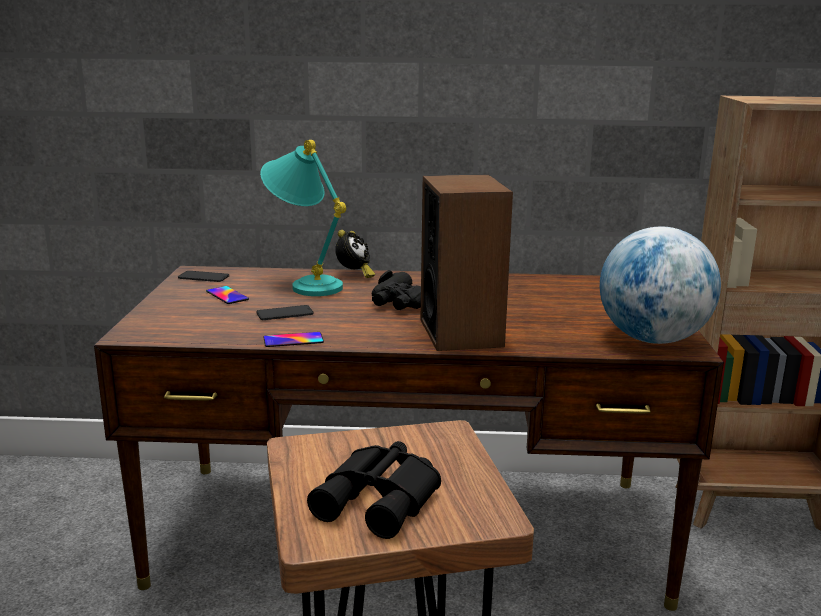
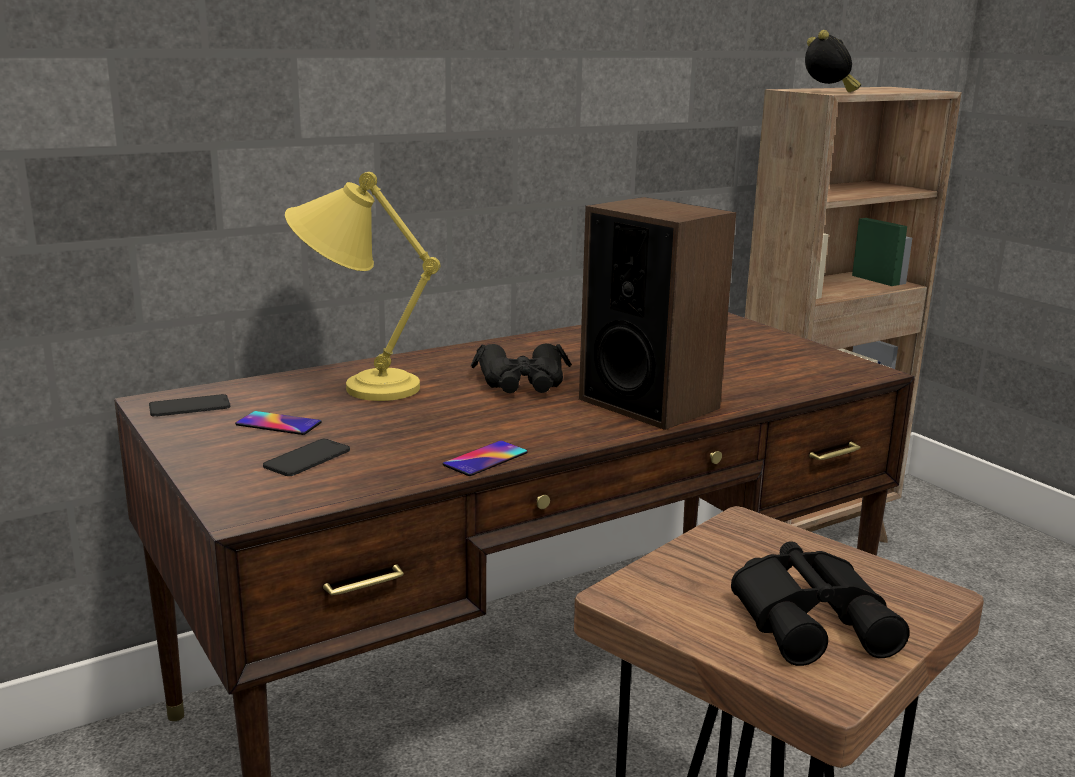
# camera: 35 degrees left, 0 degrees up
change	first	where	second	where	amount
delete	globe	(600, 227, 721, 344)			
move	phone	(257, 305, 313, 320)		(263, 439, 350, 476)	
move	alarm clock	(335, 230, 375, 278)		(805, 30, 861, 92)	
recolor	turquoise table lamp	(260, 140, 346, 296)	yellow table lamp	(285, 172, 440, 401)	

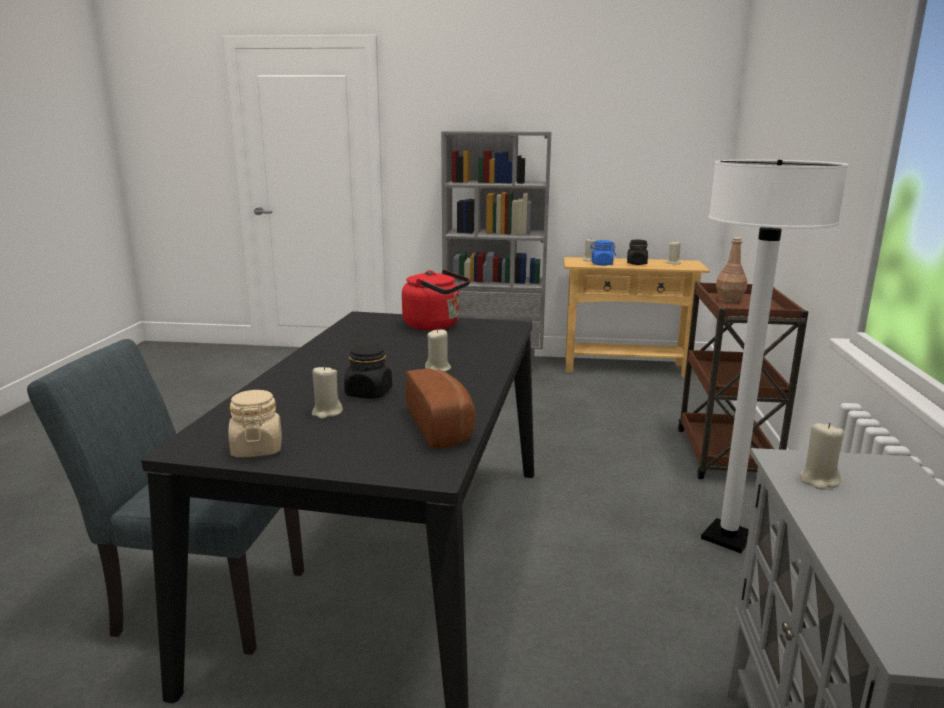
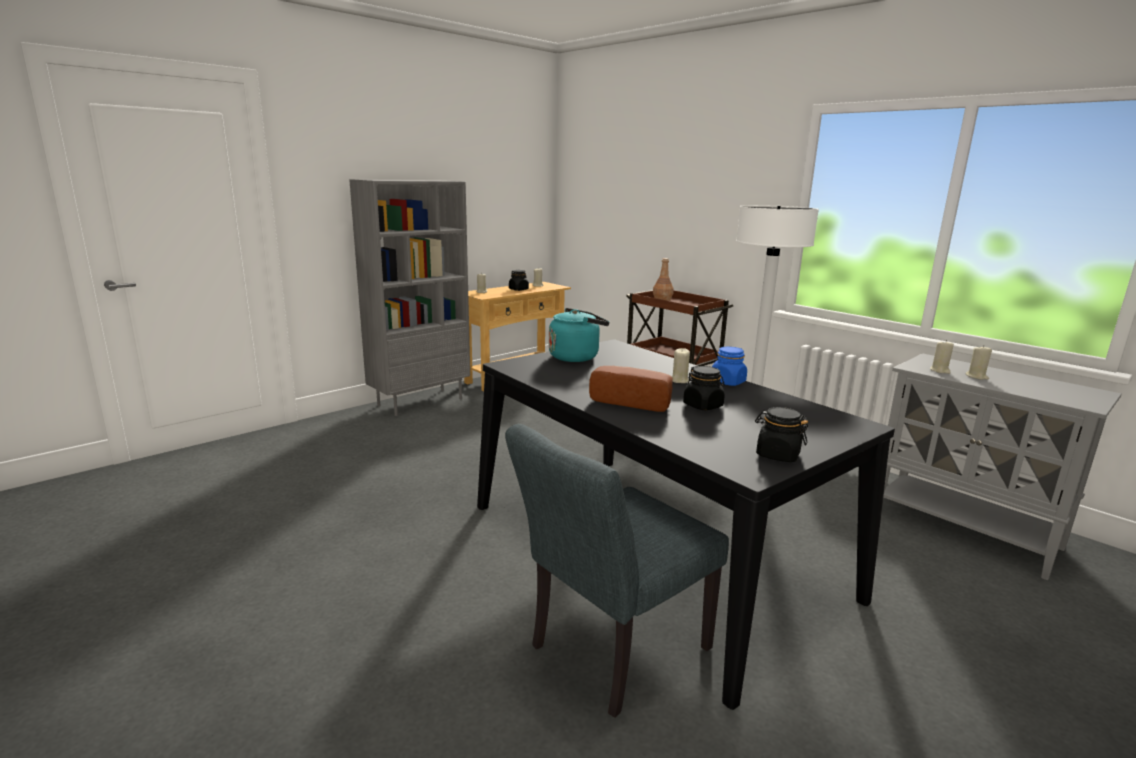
# camera: 50 degrees left, 0 degrees up
change	first	where	second	where	amount
move	beige candle	(312, 366, 343, 419)		(965, 346, 992, 380)	
move	bread	(406, 368, 476, 449)		(589, 366, 673, 412)	
move	blue jar	(590, 240, 616, 266)		(712, 347, 747, 386)	
recolor	beige jar	(228, 390, 282, 457)	black jar	(755, 407, 808, 462)	
recolor	red kettle	(402, 270, 470, 330)	turquoise kettle	(549, 308, 609, 362)	

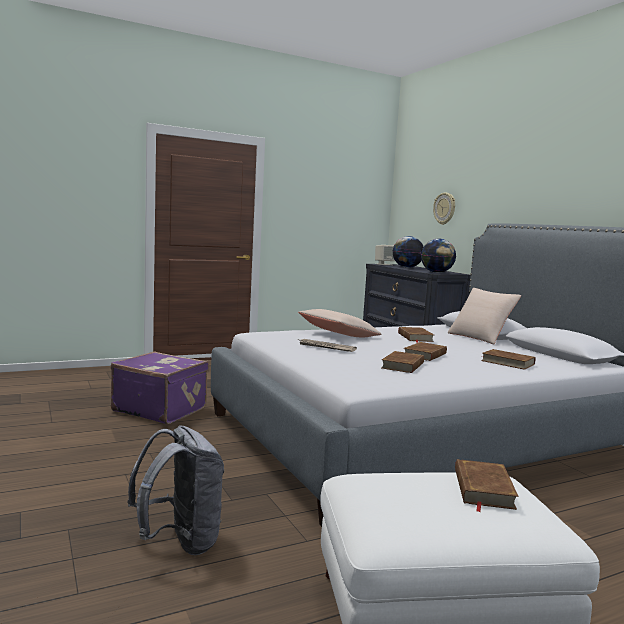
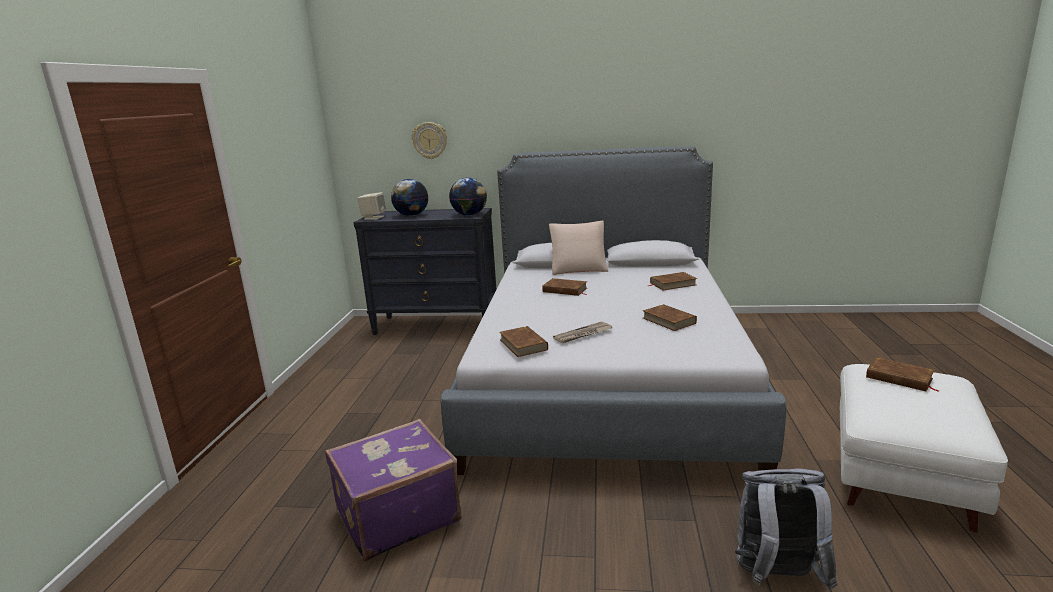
# camera: 55 degrees left, 10 degrees up
change	first	where	second	where	amount
delete	beige pillow	(298, 309, 381, 337)			
move	brown book	(404, 342, 447, 361)		(499, 326, 548, 357)	

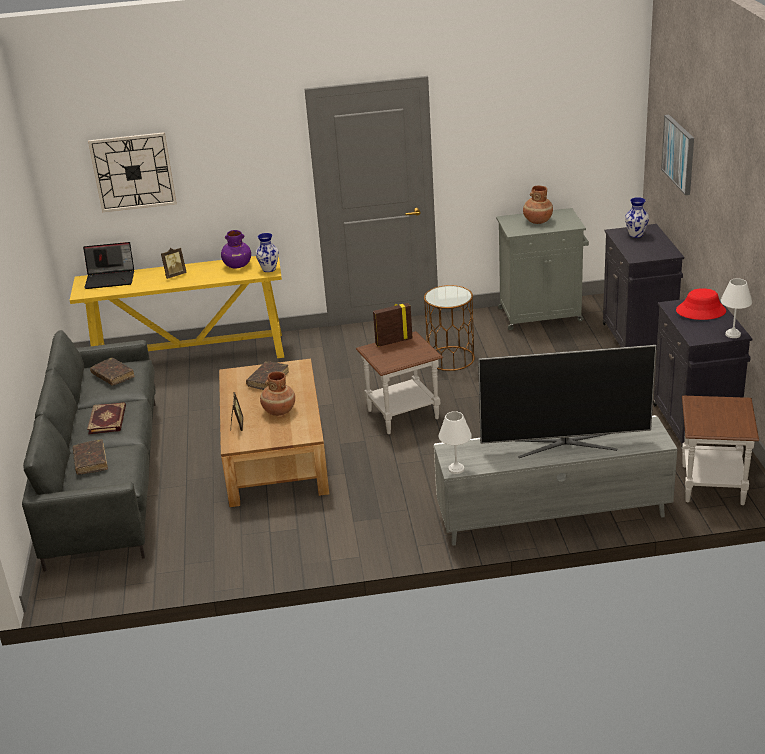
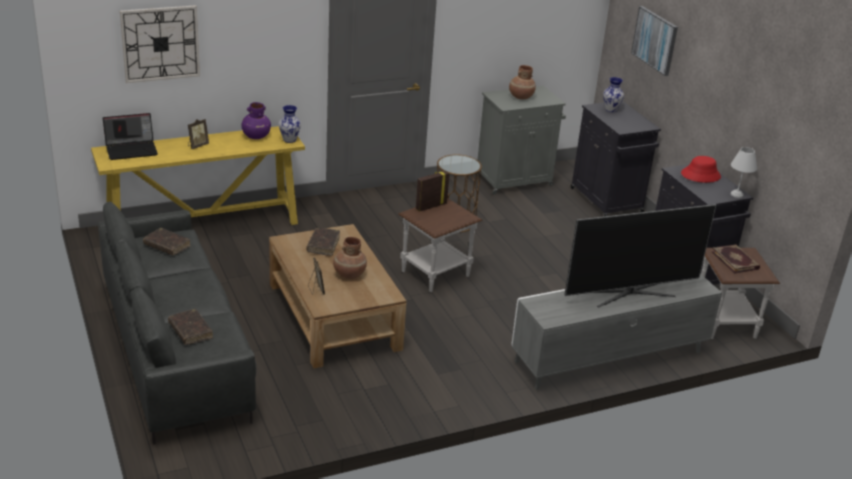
# camera: 20 degrees left, 0 degrees up
change	first	where	second	where	amount
delete	white table lamp	(438, 411, 472, 474)			
move	book	(87, 402, 126, 434)		(712, 244, 760, 274)	

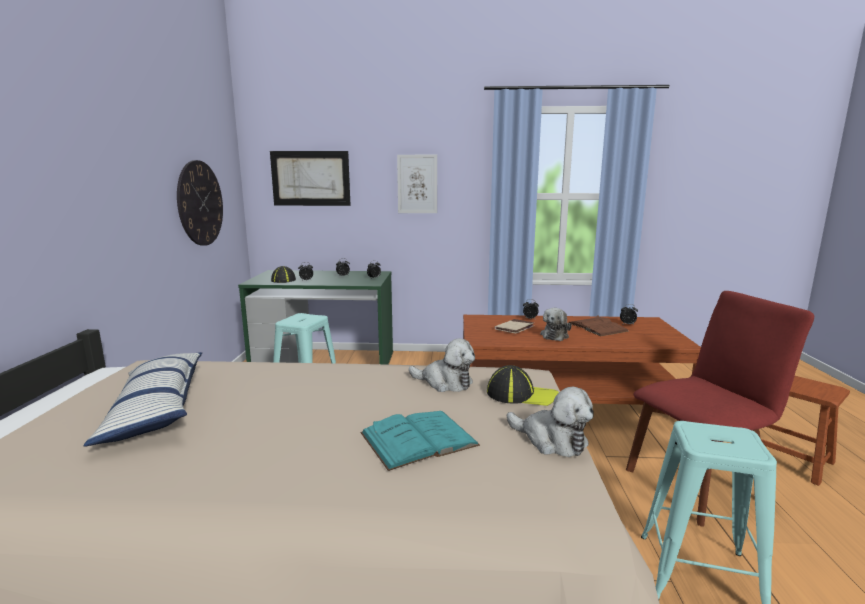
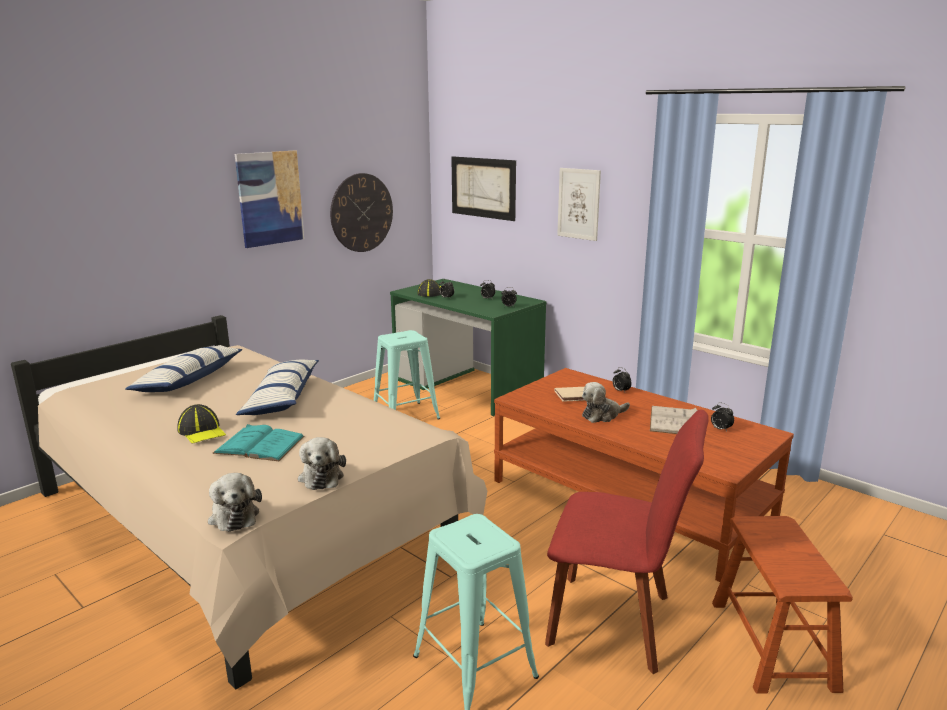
# camera: 40 degrees right, 5 degrees up
change	first	where	second	where	amount
insert			picture	(235, 151, 304, 248)	
insert			pillow	(236, 360, 319, 415)	
move	plush toy	(409, 338, 475, 392)		(208, 473, 262, 532)	
move	cap	(487, 365, 559, 406)		(177, 404, 226, 444)	
recolor	brown book	(569, 316, 628, 336)	white book	(650, 406, 697, 434)	

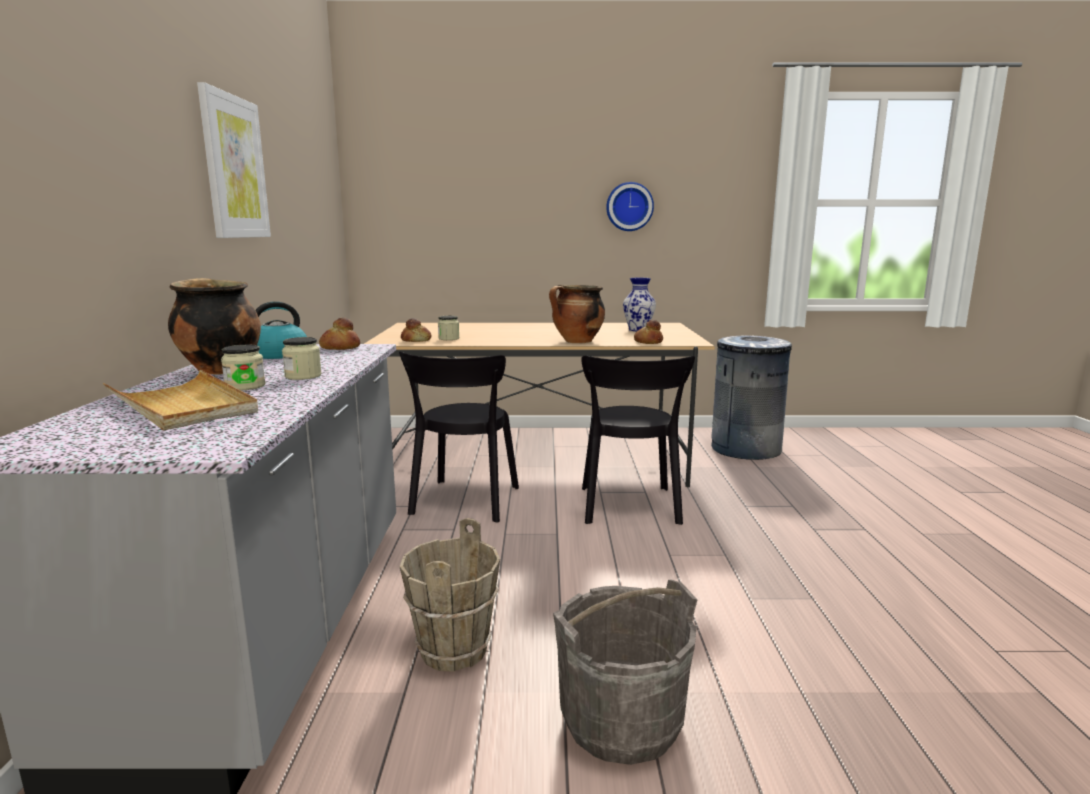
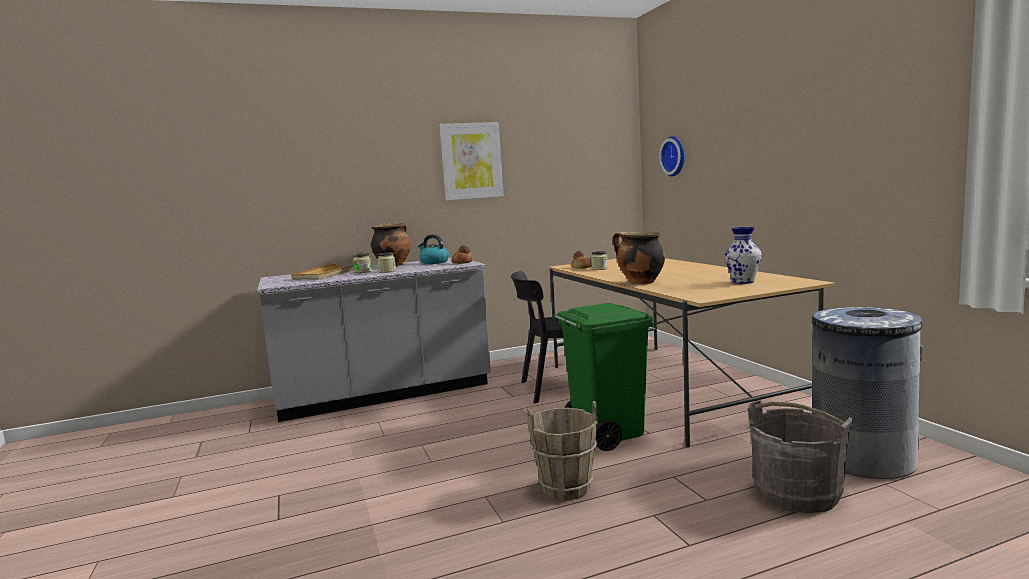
# camera: 70 degrees right, 5 degrees down
change	first	where	second	where	amount
delete	bread	(634, 320, 663, 344)			
move	brown bucket	(400, 518, 500, 672)		(527, 401, 598, 501)	
move	grey bucket	(553, 580, 697, 765)		(748, 400, 853, 513)	
move	wall clock	(606, 182, 654, 231)		(659, 136, 685, 176)	
replace	black chair	(581, 355, 695, 525)	green trash can	(553, 303, 654, 451)	

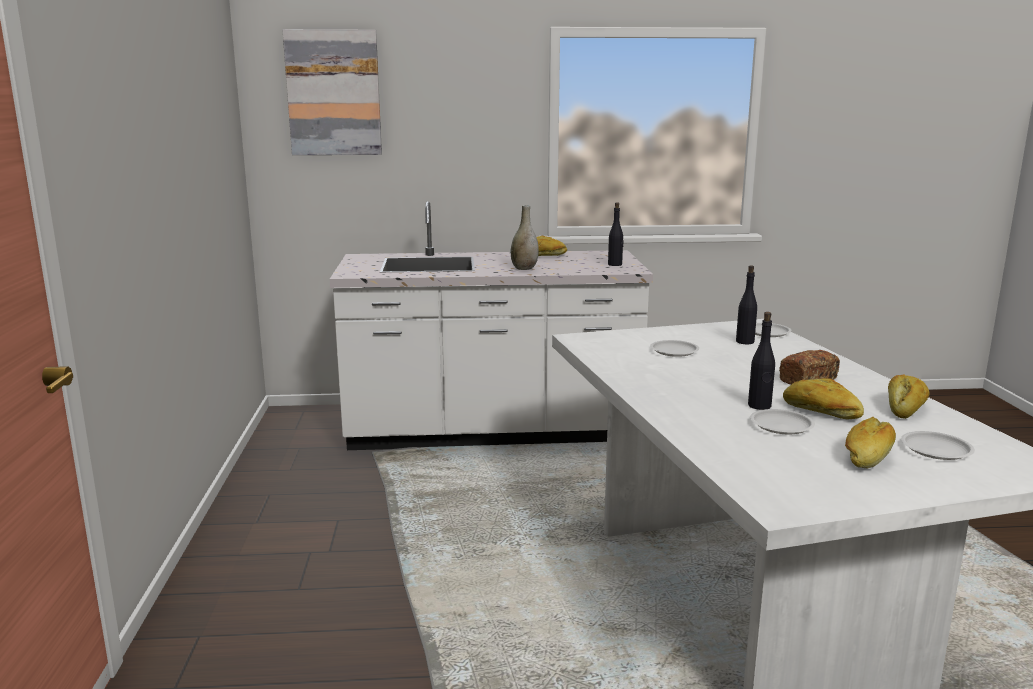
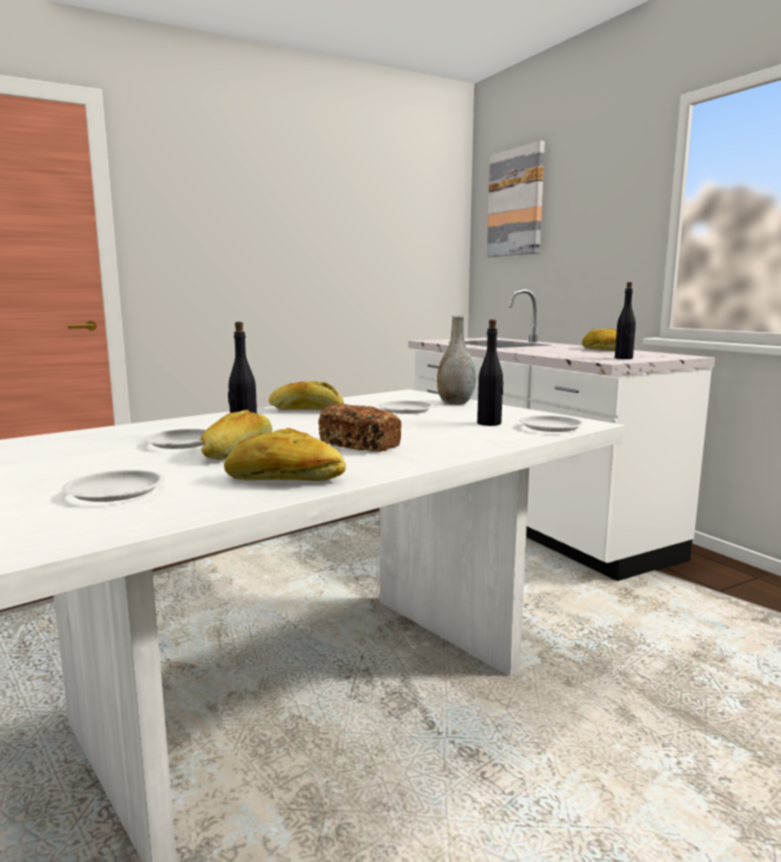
# camera: 65 degrees right, 5 degrees down
change	first	where	second	where	amount
move	grey vase	(511, 205, 539, 270)		(437, 316, 475, 405)	
move	bread	(845, 416, 896, 468)		(269, 381, 344, 411)	

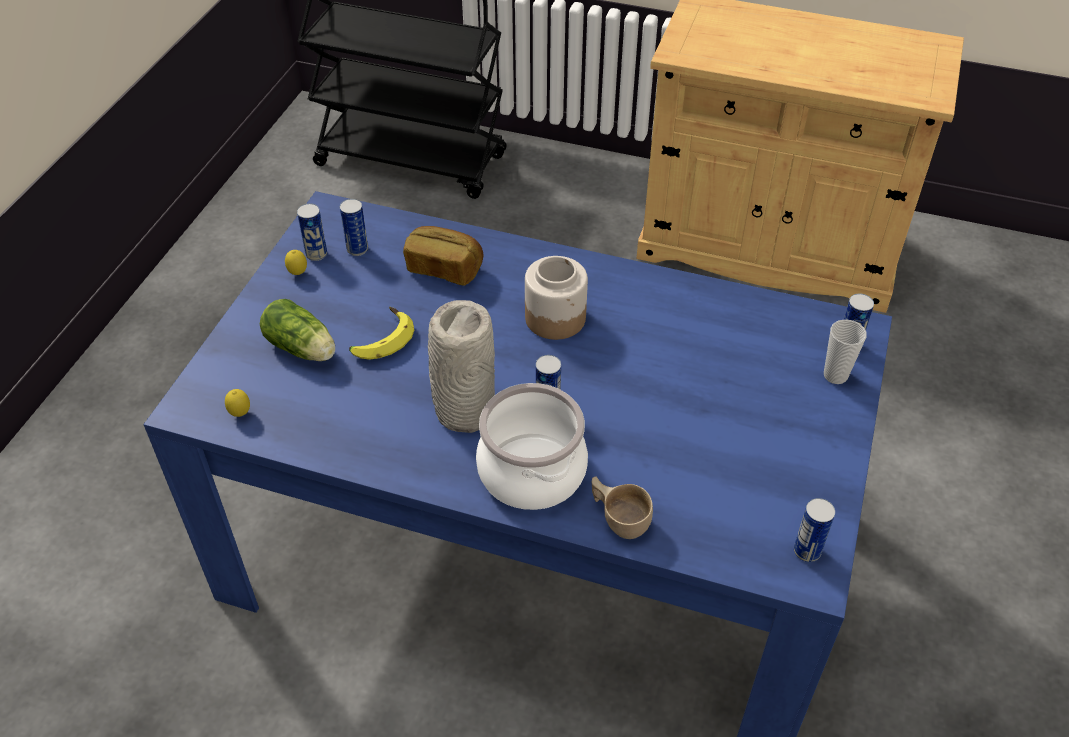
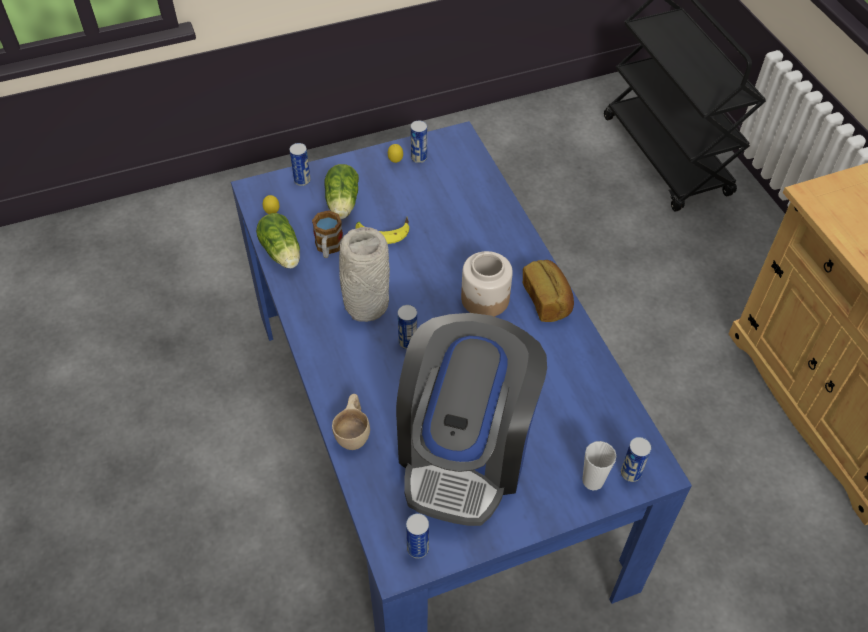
# camera: 50 degrees right, 5 degrees up
change	first	where	second	where	amount
delete	cooking pot	(476, 383, 588, 510)			
insert			lettuce	(256, 213, 300, 268)	
insert			mug	(312, 210, 343, 258)	
insert			coffee machine	(396, 313, 547, 526)	
move	can	(340, 199, 368, 256)		(289, 143, 311, 186)	
move	bread	(403, 226, 483, 286)		(523, 260, 574, 322)	

